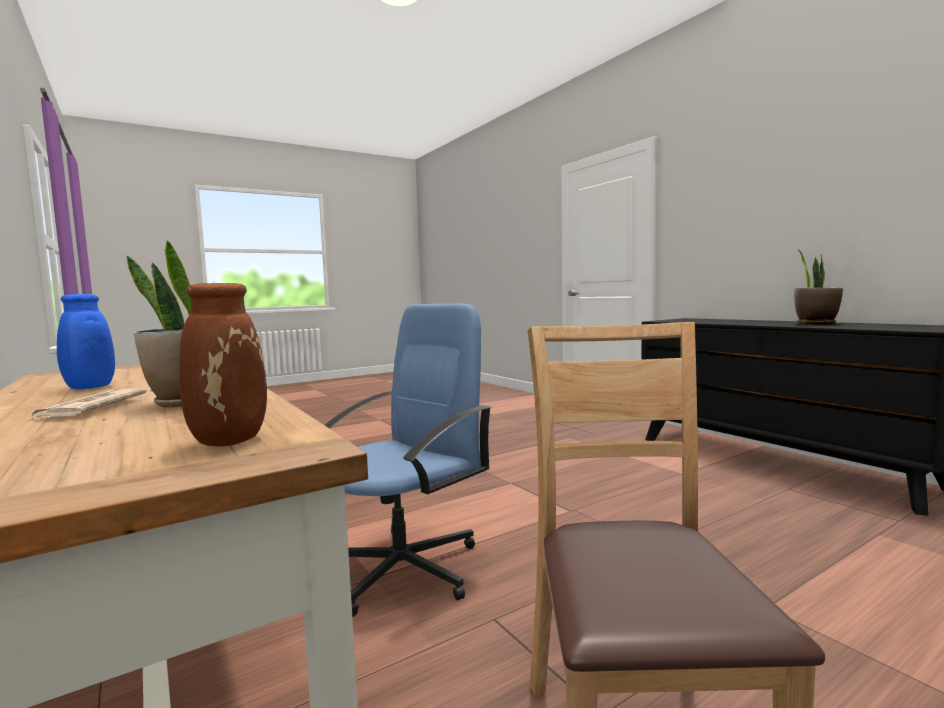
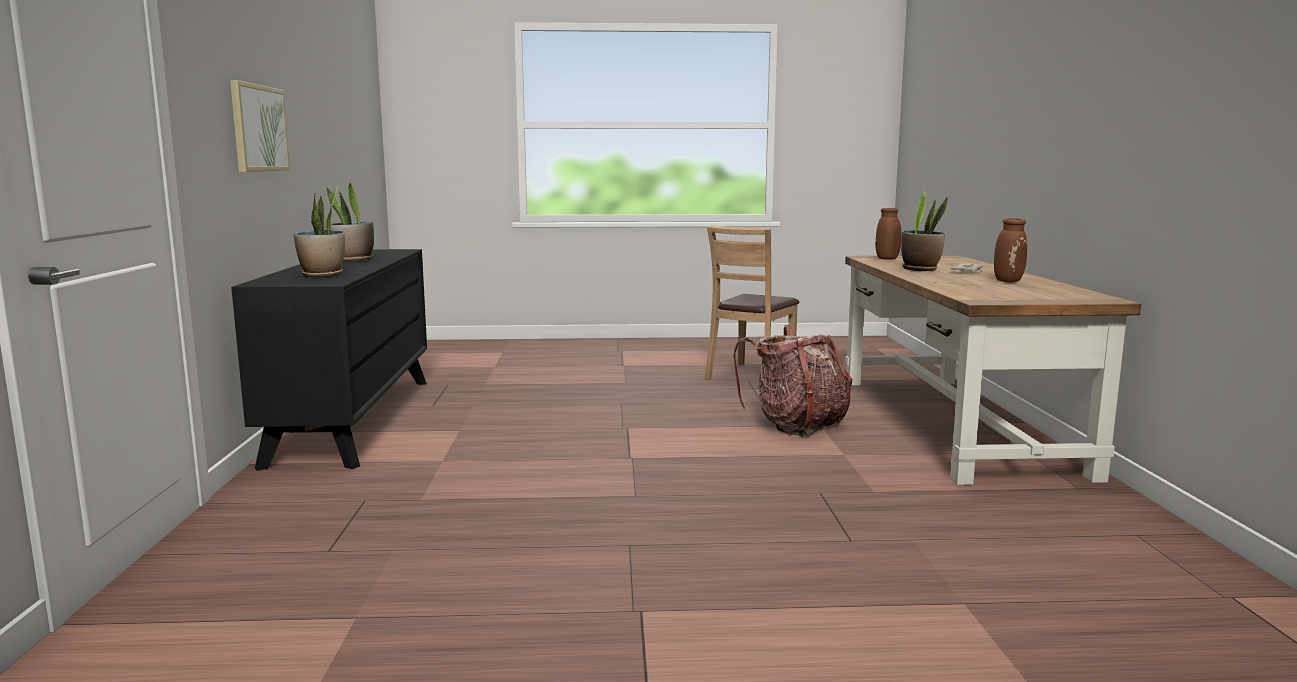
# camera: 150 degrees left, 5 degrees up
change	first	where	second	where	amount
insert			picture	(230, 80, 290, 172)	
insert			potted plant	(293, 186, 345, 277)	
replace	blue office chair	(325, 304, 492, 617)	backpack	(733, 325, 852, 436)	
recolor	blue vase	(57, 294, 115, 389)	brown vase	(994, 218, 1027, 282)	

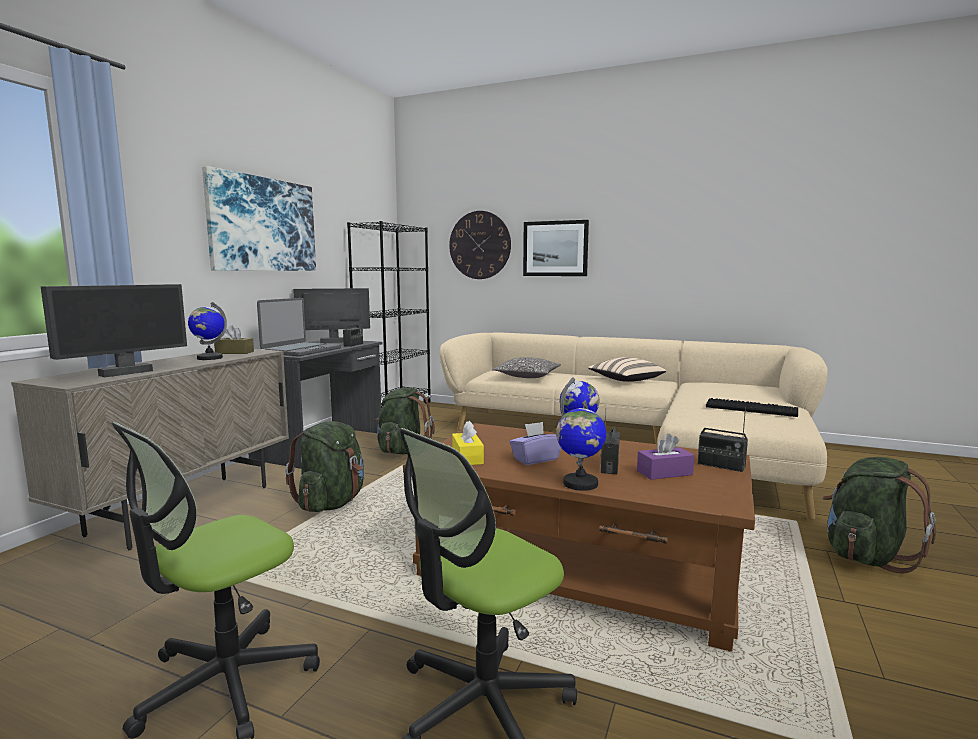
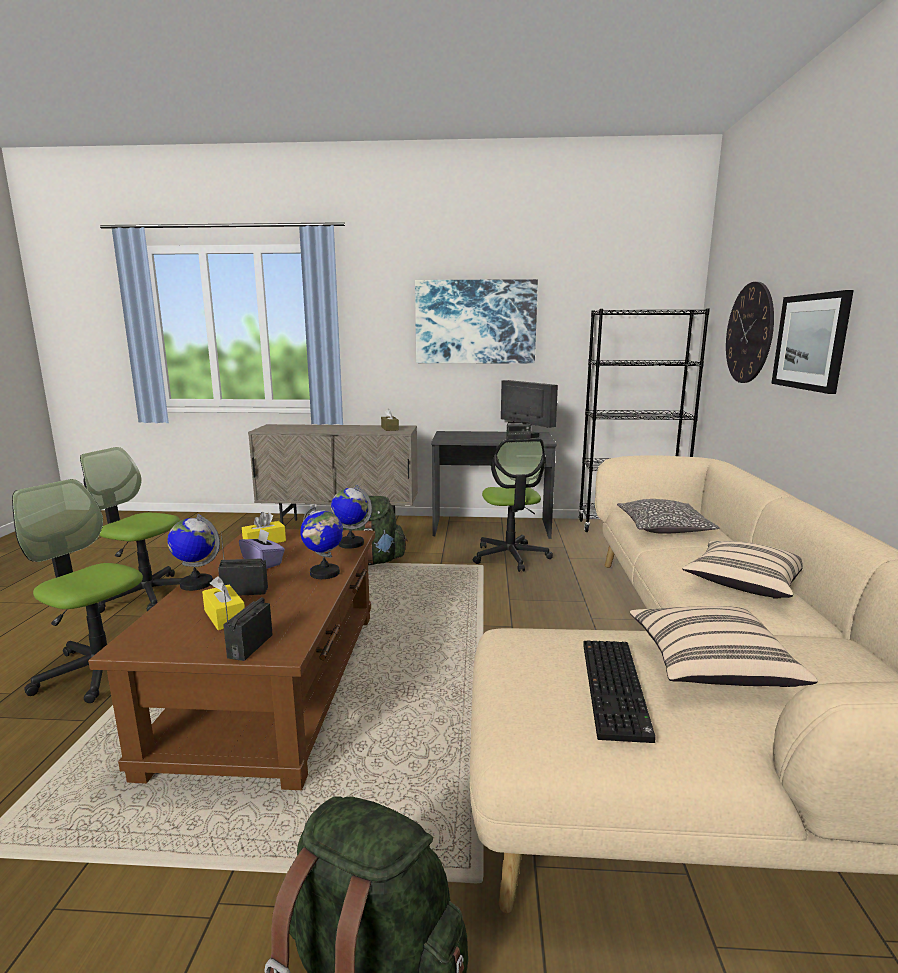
# camera: 70 degrees right, 5 degrees up
change	first	where	second	where	amount
delete	monitor	(41, 284, 187, 377)			
delete	laptop	(257, 298, 341, 356)			
insert			beige pillow	(630, 606, 818, 687)	
move	globe	(188, 302, 227, 360)		(331, 485, 372, 549)	
replace	green backpack	(375, 387, 435, 454)	office chair	(473, 439, 553, 572)	
recolor	purple tissue box	(637, 433, 694, 480)	yellow tissue box	(202, 576, 245, 630)	

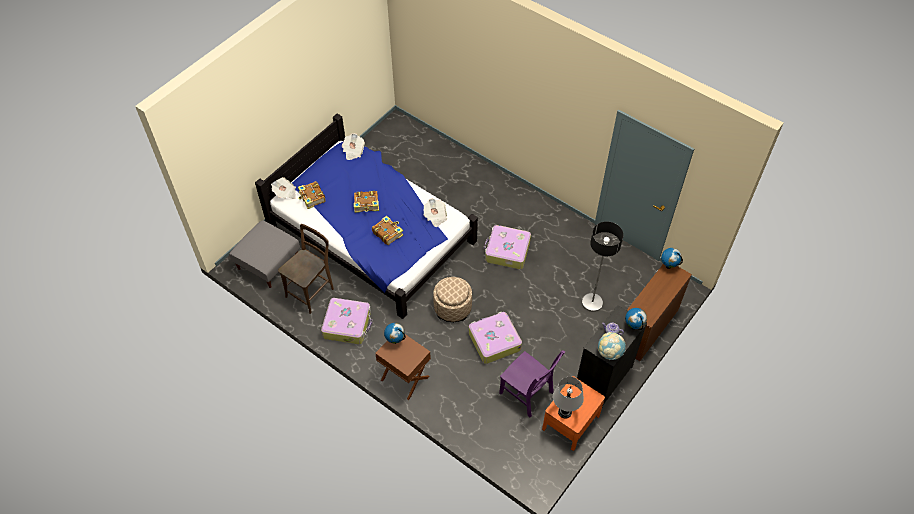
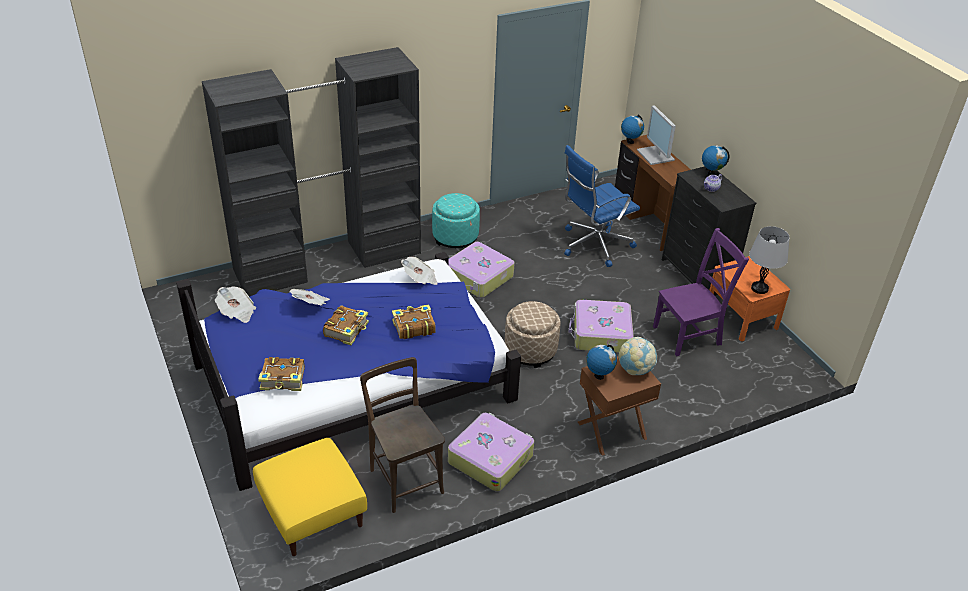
# camera: 65 degrees left, 15 degrees down
change	first	where	second	where	amount
insert			black wardrobe	(202, 47, 421, 297)	
insert			turquoise ottoman	(432, 193, 480, 248)	
insert			monitor	(637, 105, 676, 165)	
move	newspaper	(271, 177, 296, 199)		(290, 289, 330, 306)	
move	globe	(598, 332, 626, 360)		(619, 337, 657, 375)	
replace	floor lamp	(582, 222, 623, 312)	blue office chair	(564, 145, 640, 267)	
recolor	grey ottoman	(229, 220, 300, 288)	yellow ottoman	(253, 438, 367, 556)	

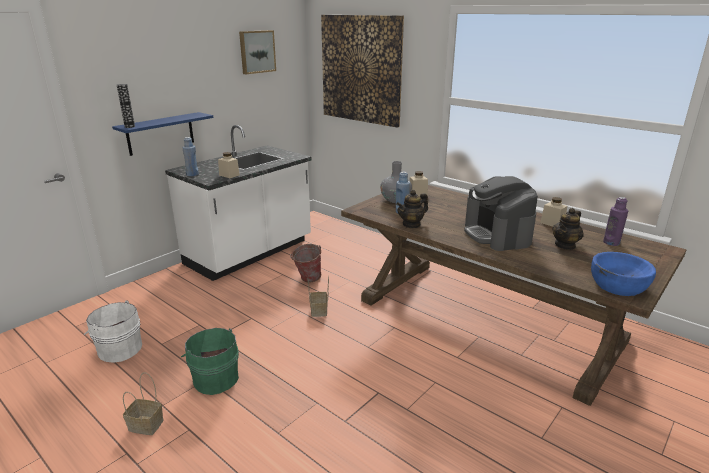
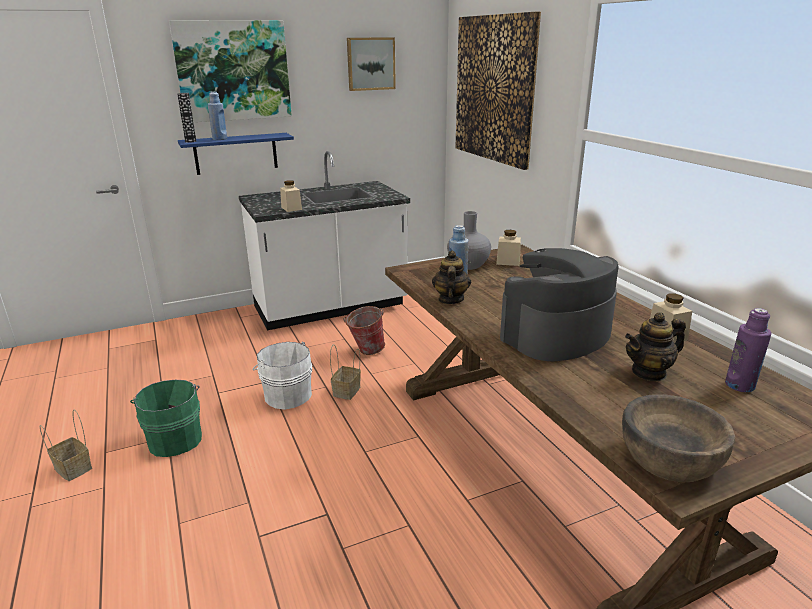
# camera: 25 degrees right, 0 degrees up
change	first	where	second	where	amount
insert			picture	(169, 20, 292, 122)	
move	white bucket	(84, 300, 142, 363)		(253, 341, 312, 409)	
move	blue bottle	(182, 137, 199, 176)		(208, 92, 227, 140)	
recolor	blue bowl	(591, 252, 656, 296)	brown bowl	(622, 394, 735, 482)	
rotate	teapot	(396, 190, 428, 228)		(432, 250, 471, 304)	105 degrees clockwise
rotate	coffee machine	(464, 176, 538, 251)		(500, 248, 619, 362)	45 degrees clockwise

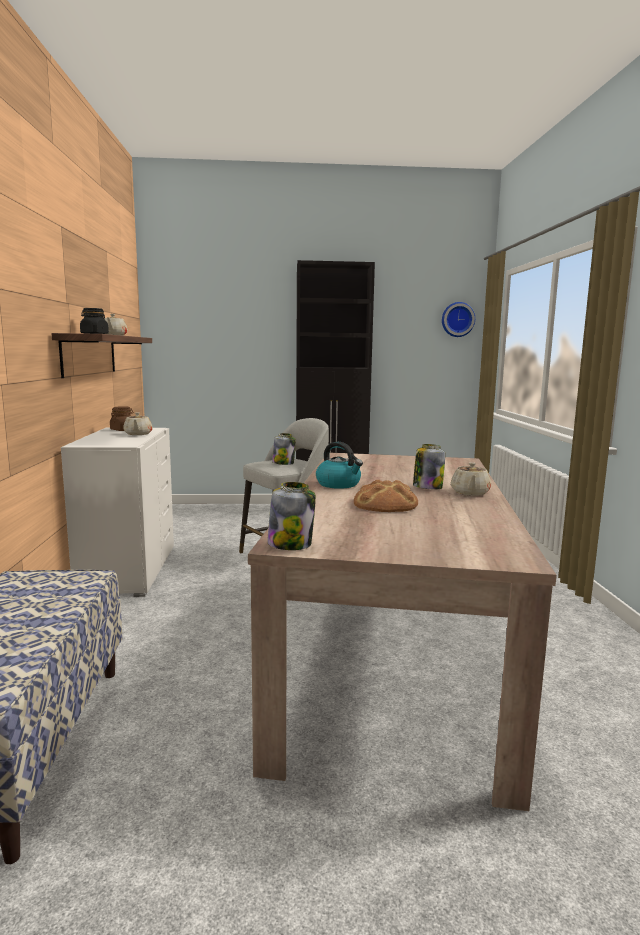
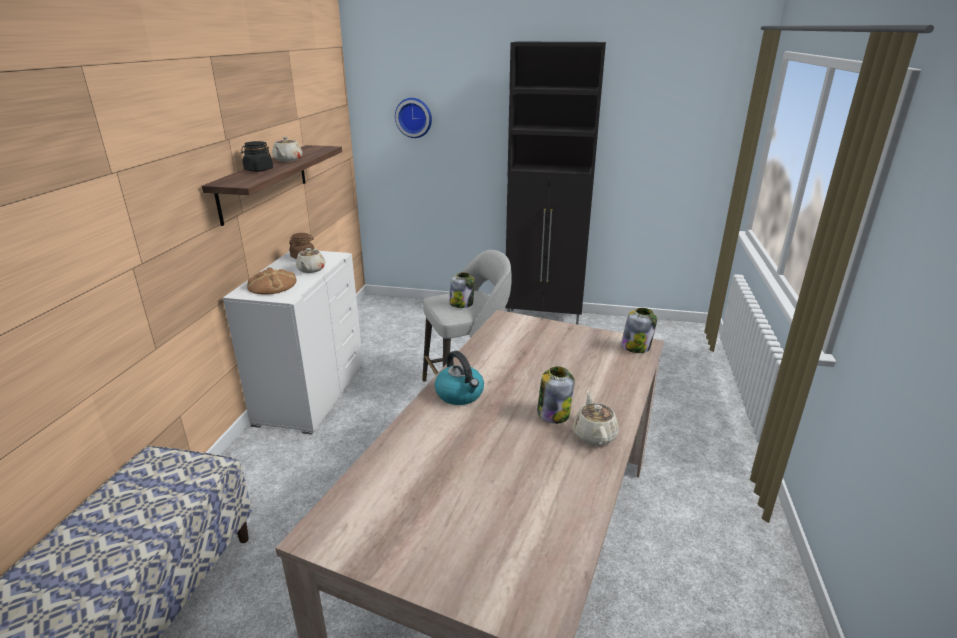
# camera: 15 degrees right, 15 degrees up
change	first	where	second	where	amount
move	jar	(267, 482, 316, 550)		(621, 308, 657, 353)	
move	bread	(354, 480, 418, 512)		(247, 267, 297, 295)	
move	wall clock	(442, 302, 475, 337)		(395, 98, 432, 138)	
rotate	beige teapot	(451, 462, 491, 496)		(573, 391, 619, 446)	150 degrees clockwise

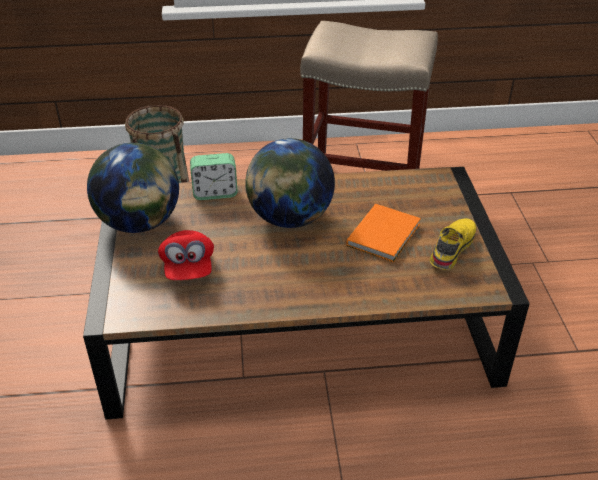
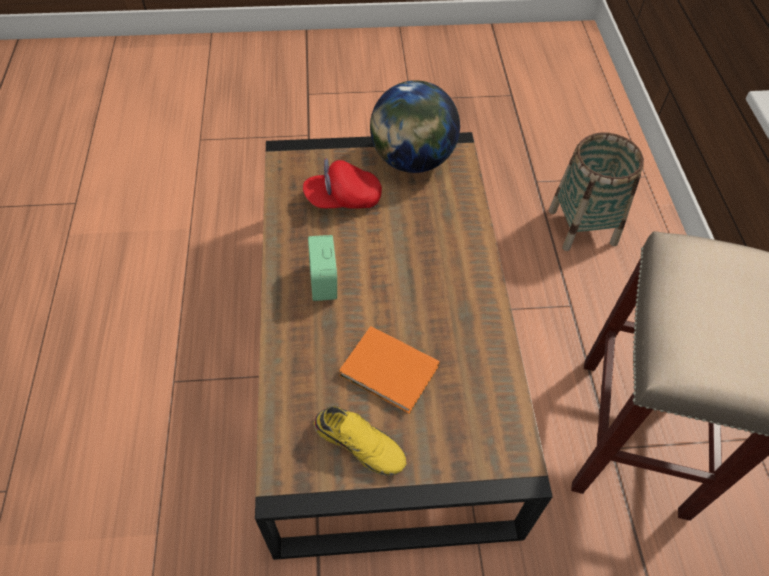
# camera: 90 degrees right, 15 degrees up
change	first	where	second	where	amount
delete	globe	(245, 138, 335, 228)			
move	alarm clock	(190, 153, 237, 200)		(308, 235, 337, 301)	

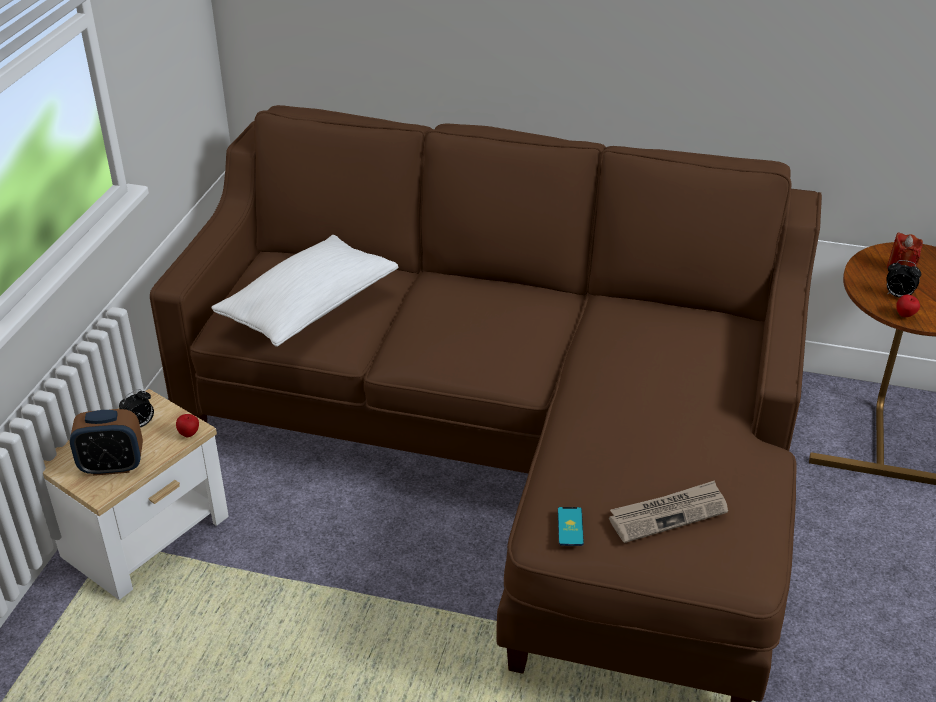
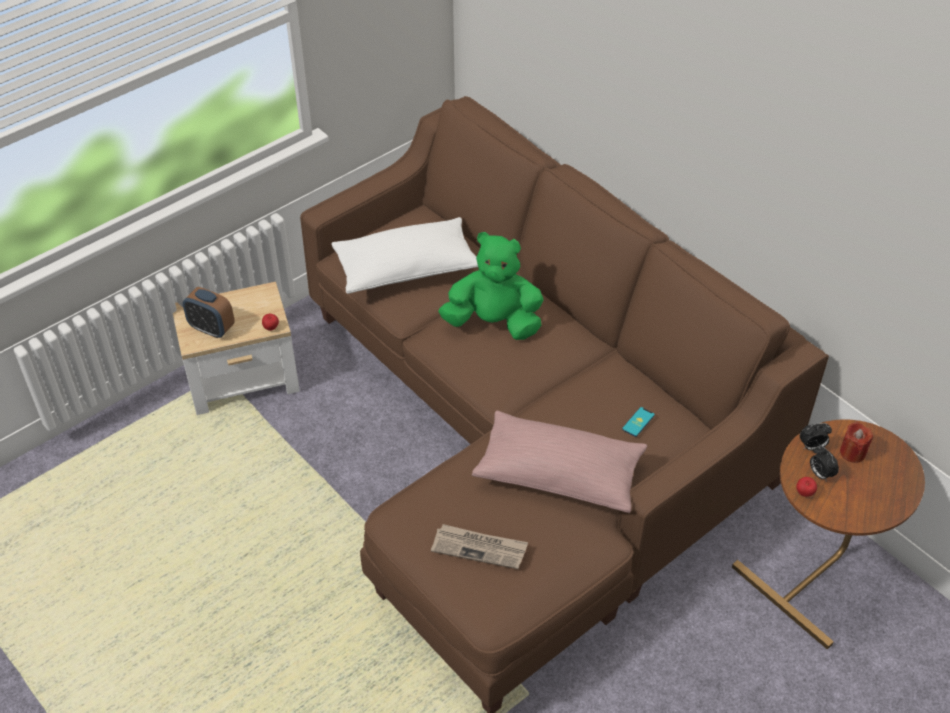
# camera: 35 degrees right, 10 degrees up
change	first	where	second	where	amount
insert			green plush toy	(438, 232, 544, 340)	
insert			pink pillow	(472, 411, 647, 513)	
move	alarm clock	(119, 389, 154, 427)		(800, 423, 832, 451)	
move	phone	(558, 507, 584, 546)		(622, 407, 655, 437)	

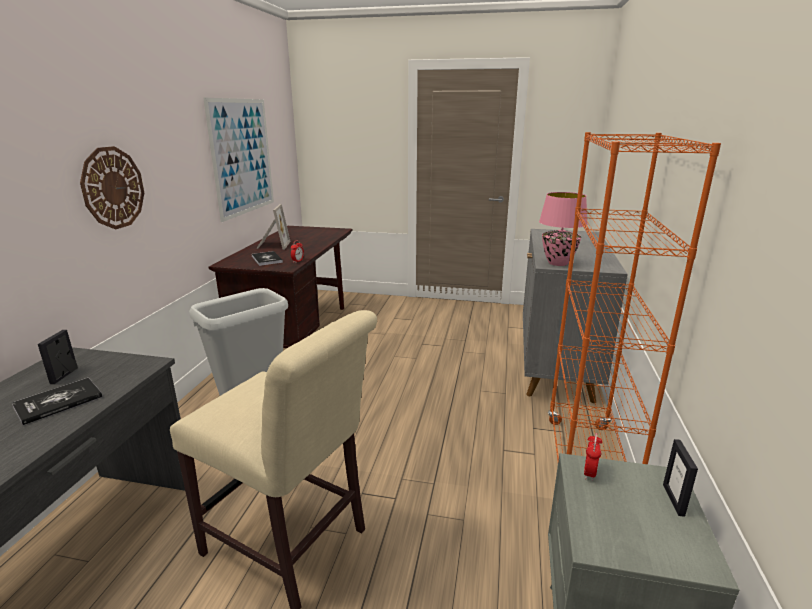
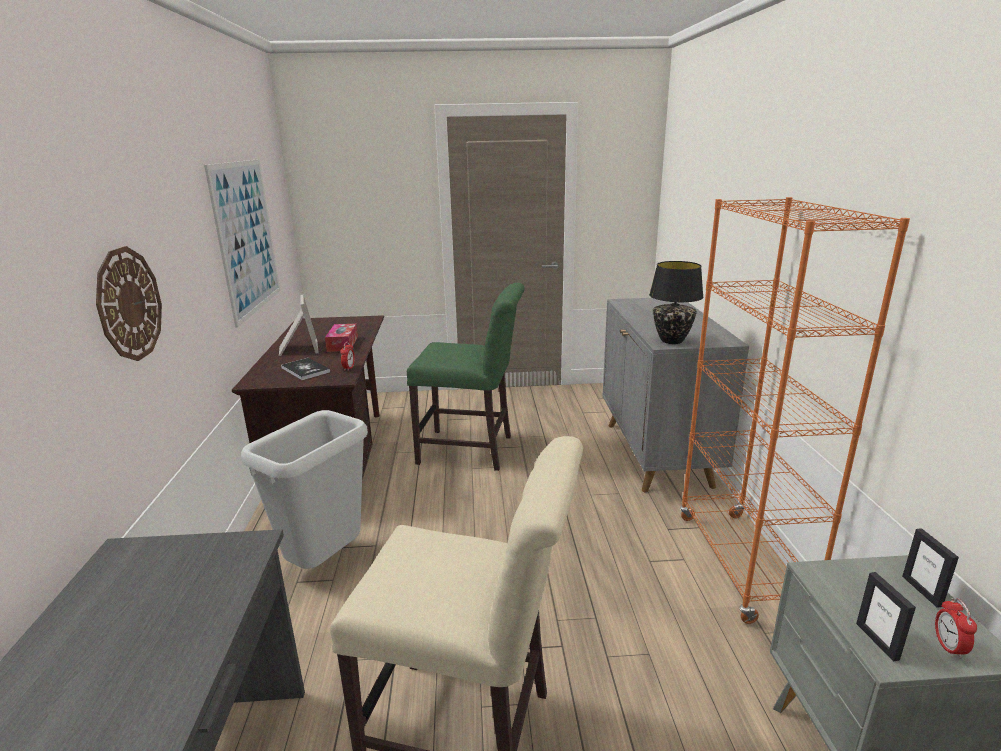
# camera: 15 degrees left, 0 degrees up
change	first	where	second	where	amount
delete	book	(12, 378, 103, 425)			
insert			tissue box	(325, 324, 358, 352)	
insert			green chair	(407, 283, 525, 471)	
move	picture frame	(38, 330, 78, 384)		(856, 572, 916, 662)	
move	alarm clock	(584, 433, 602, 481)		(935, 598, 977, 659)	
recolor	pink table lamp	(539, 192, 588, 266)	black table lamp	(649, 261, 704, 344)	

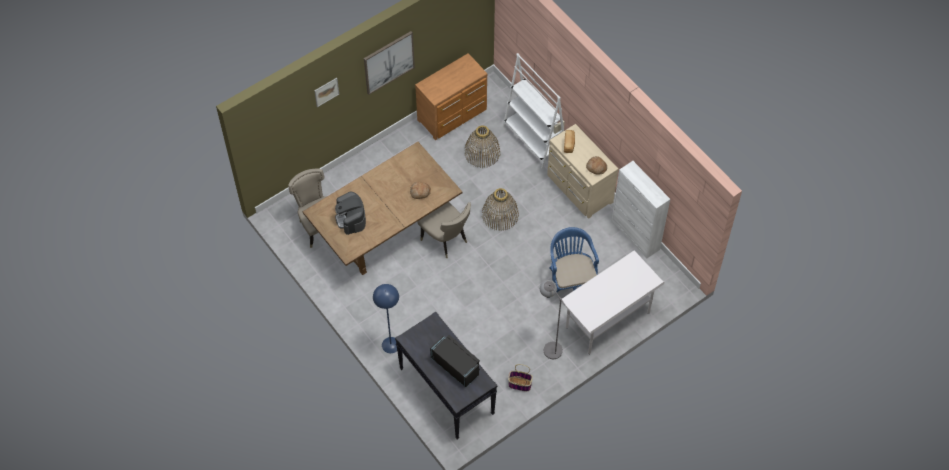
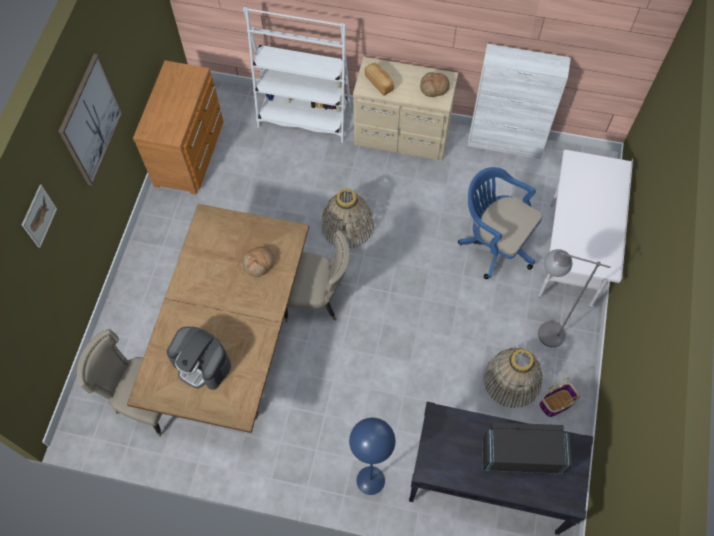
# camera: 40 degrees left, 5 degrees up
change	first	where	second	where	amount
move	basket	(465, 125, 501, 168)		(484, 348, 543, 408)	

